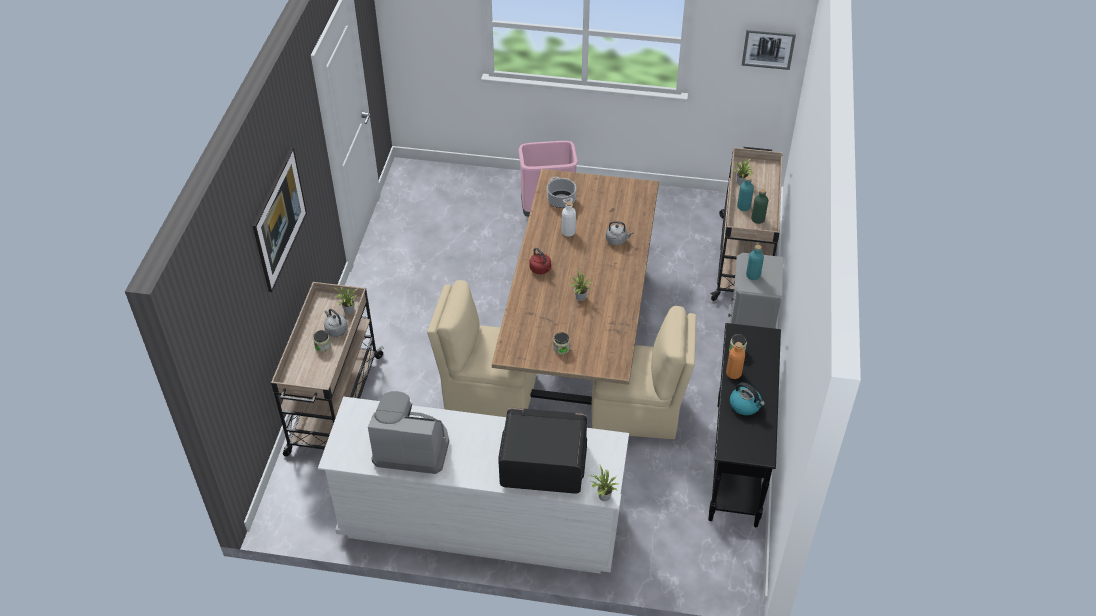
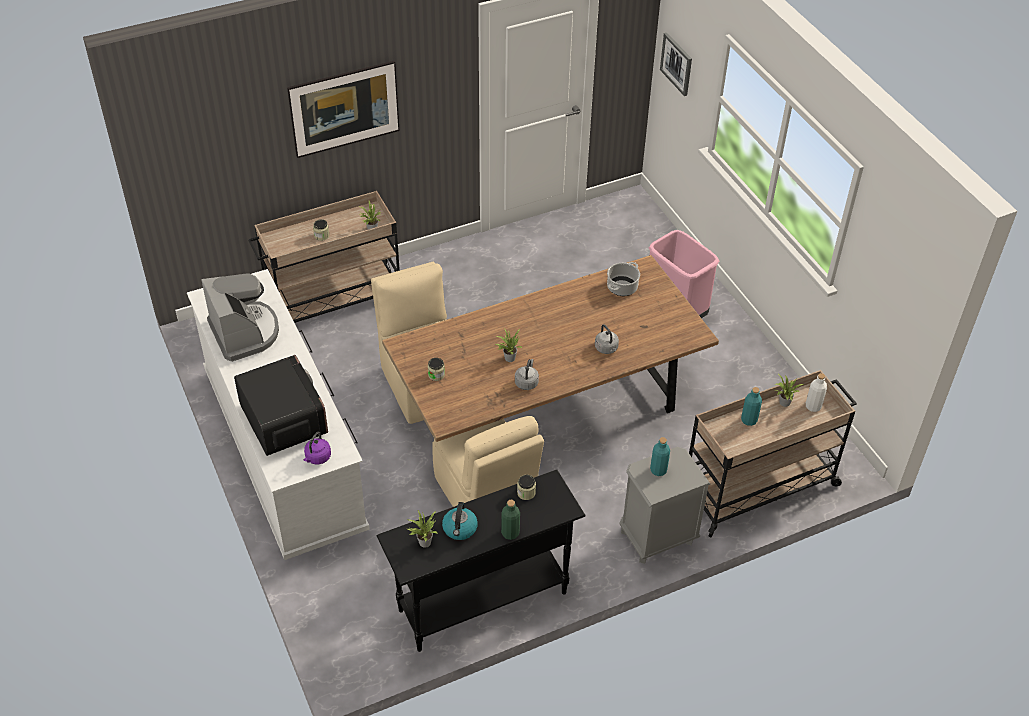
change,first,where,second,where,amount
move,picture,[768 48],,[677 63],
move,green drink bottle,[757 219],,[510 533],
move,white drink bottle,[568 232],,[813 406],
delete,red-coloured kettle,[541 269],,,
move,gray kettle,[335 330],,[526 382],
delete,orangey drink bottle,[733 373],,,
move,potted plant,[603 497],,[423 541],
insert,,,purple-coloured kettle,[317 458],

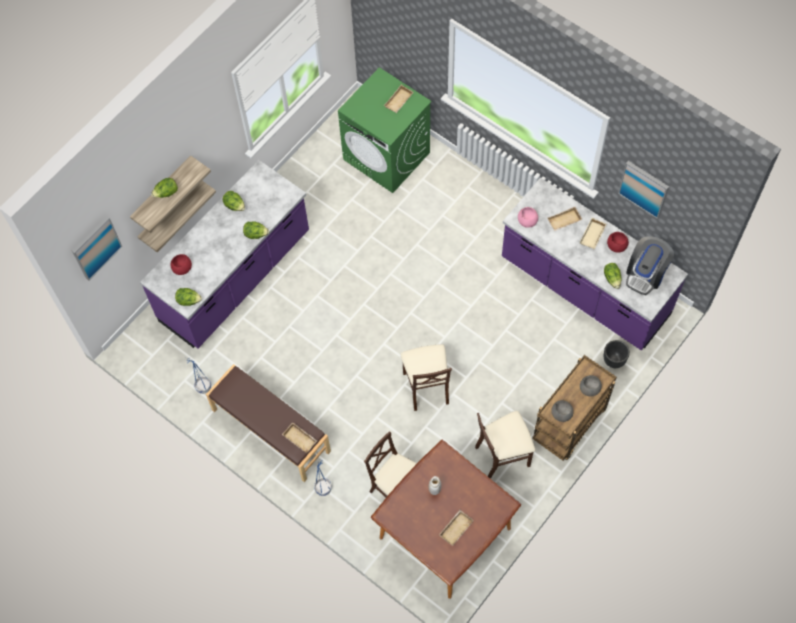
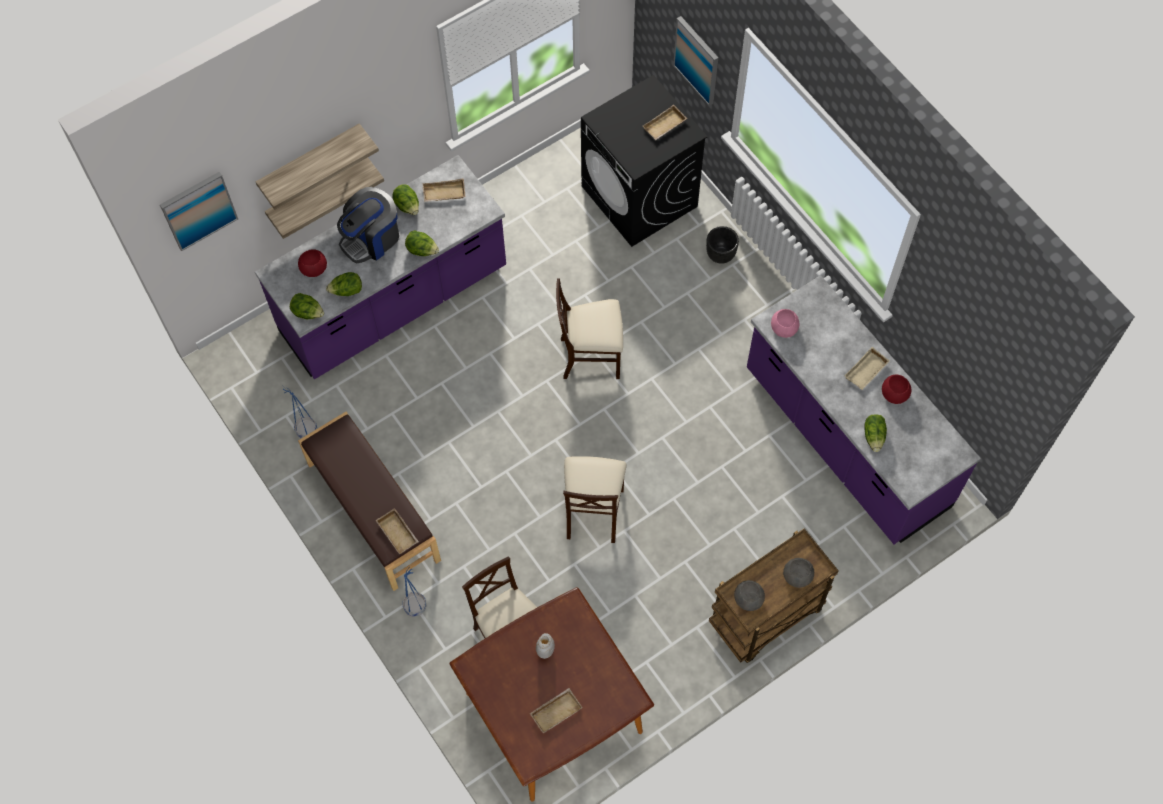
change,first,where,second,where,amount
recolor,green laundry machine,[387 156],black laundry machine,[640 197],
move,picture,[644 188],,[697 60],
move,head of lettuce,[166 193],,[347 291],
move,sand-coloured carrying tray,[564 221],,[443 194],
move,coffee maker,[646 273],,[371 238],
move,black plant pot,[614 360],,[721 254],
move,sand-coloured chair,[502 454],,[591 356],

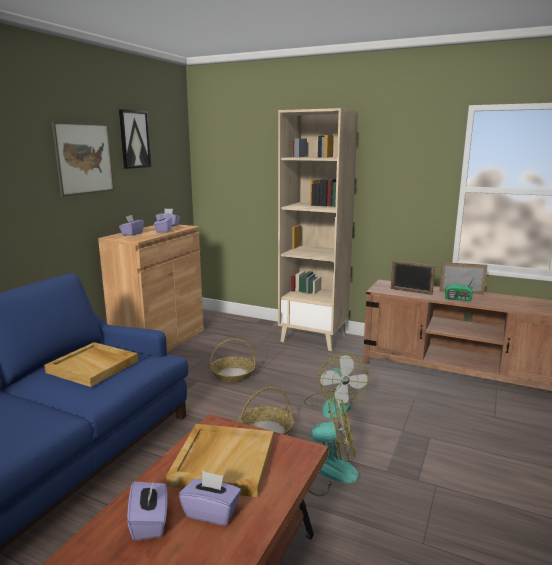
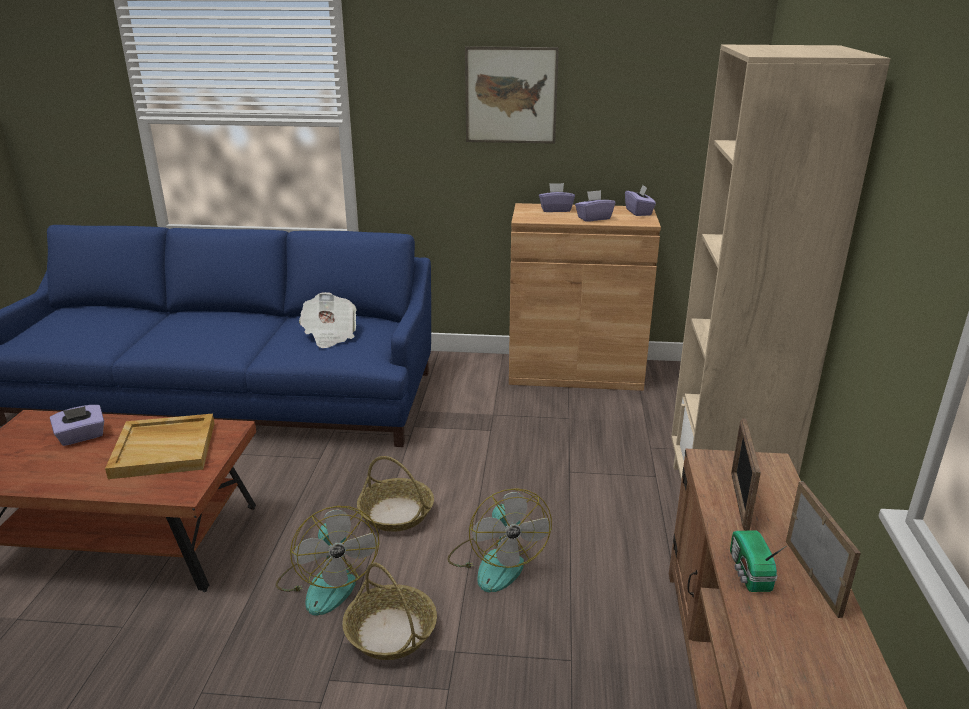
change,first,where,second,where,amount
delete,picture,[134 139],,,
move,household basket,[233 374],,[391 632],
replace,sand-coloured carrying tray,[94 366],printed paper,[329 335],
rotate,cooling fan,[333 404],,[496 561],75 degrees counterclockwise
delete,purple-coloured box of tissues,[211 512],,,

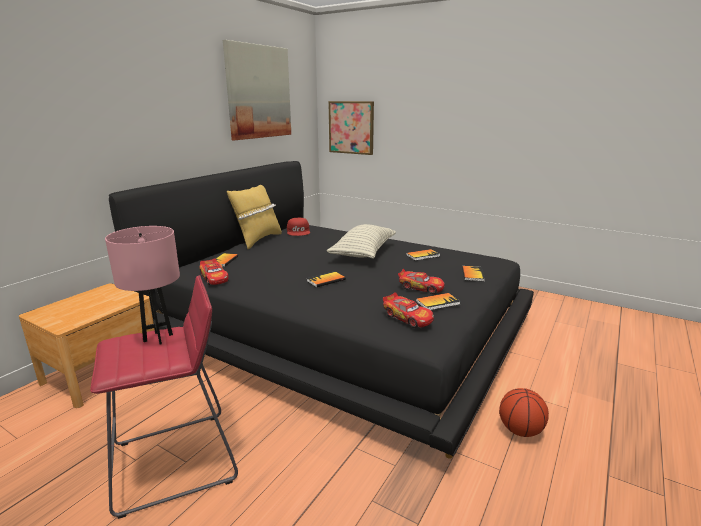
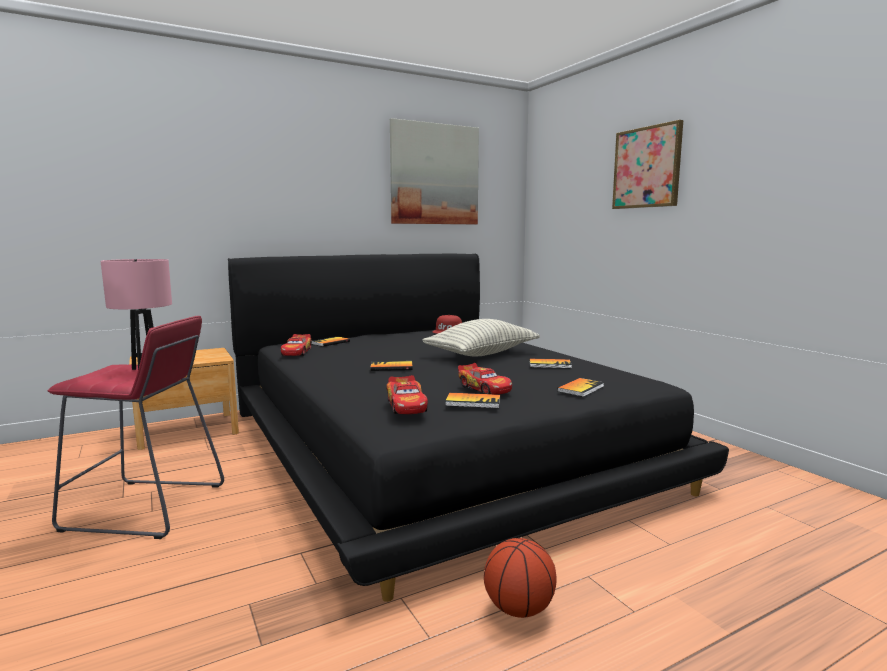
change,first,where,second,where,amount
move,picture,[351 127],,[647 167],
delete,yellow-coloured pillow,[257 240],,,

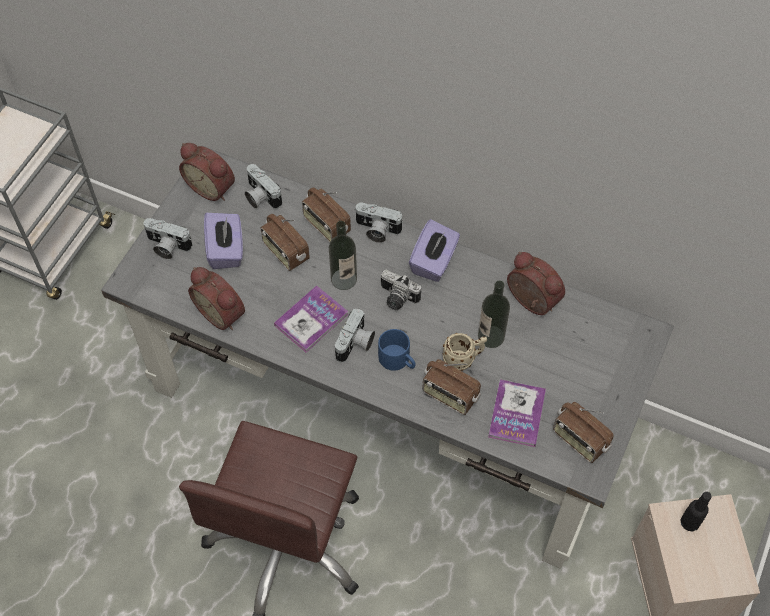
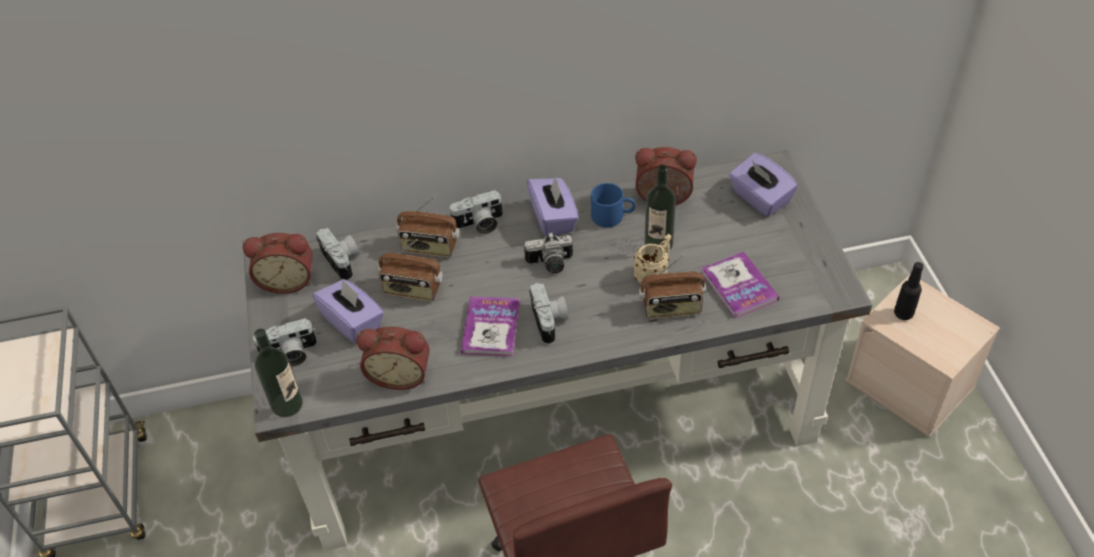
change,first,where,second,where,amount
rotate,photo camera,[260 196],,[343 261],135 degrees counterclockwise
move,drink bottle,[344 279],,[287 404],
move,blue-coloured mug,[398 360],,[613 215],
delete,radio,[579 440],,,
insert,,,purple-coloured box of tissues,[760 198],

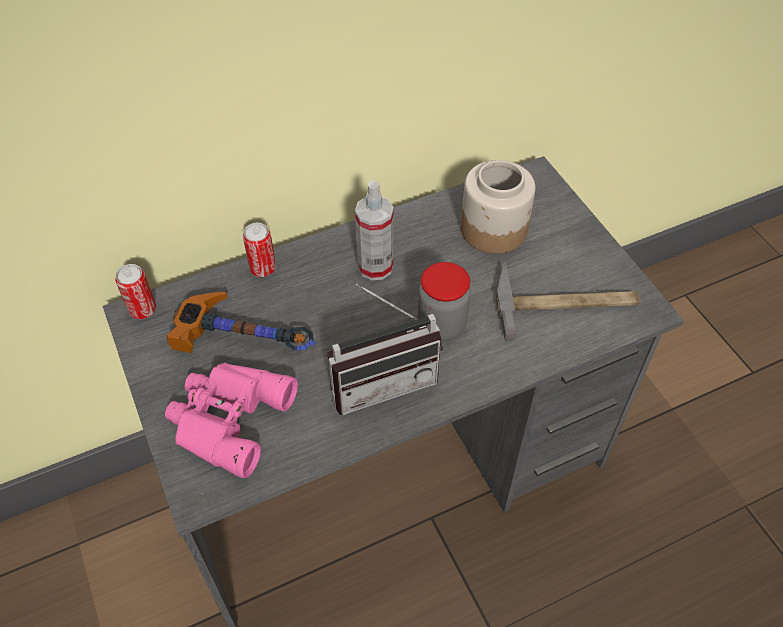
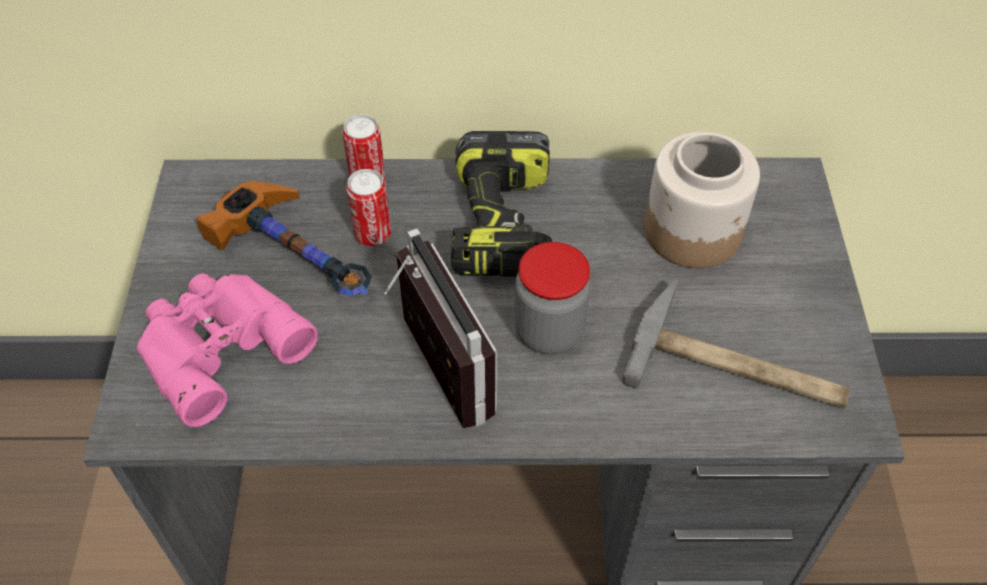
change,first,where,second,where,amount
replace,spray bottle,[375 267],electric drill,[507 226],
move,sealed can,[142 310],,[373 234],
rotate,radio,[382 380],,[430 373],120 degrees counterclockwise

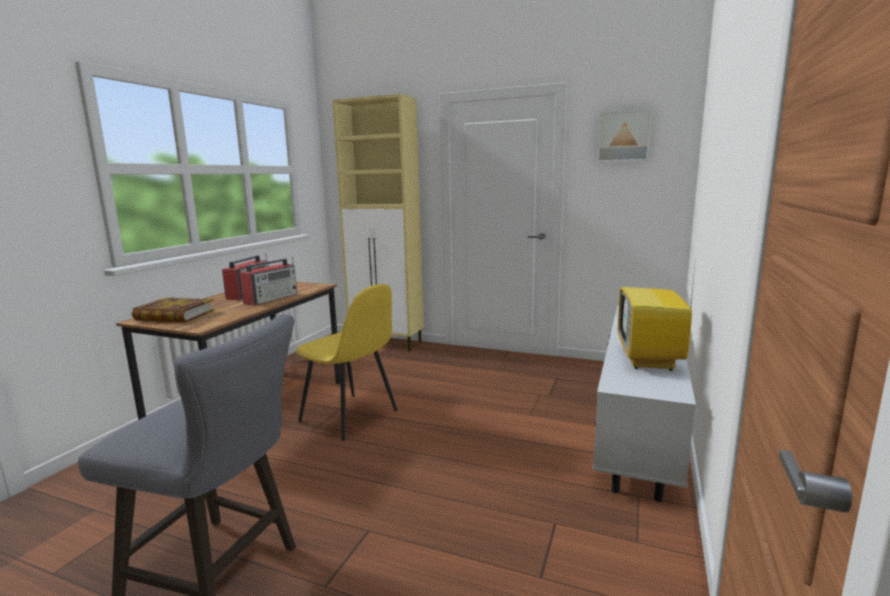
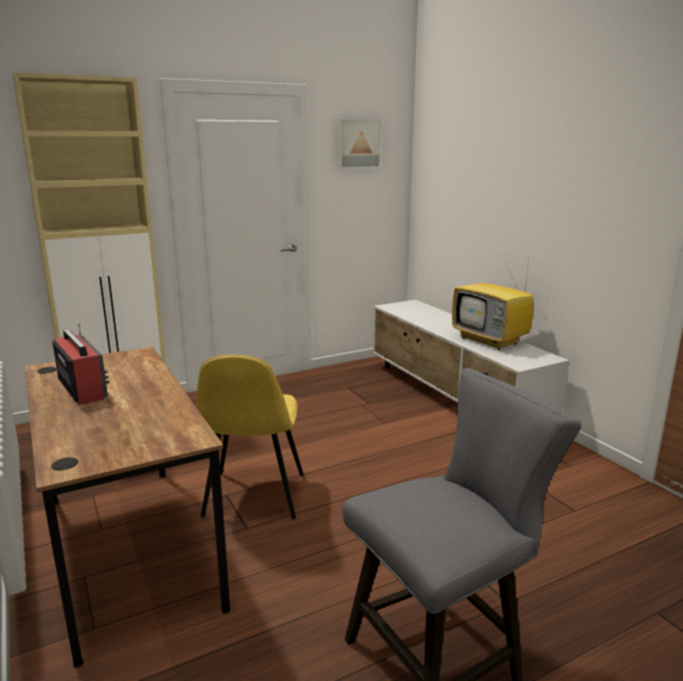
change,first,where,second,where,amount
delete,radio,[272 298],,,
rotate,yellow-coloured chair,[350 417],,[254 497],105 degrees clockwise
delete,book,[175 316],,,

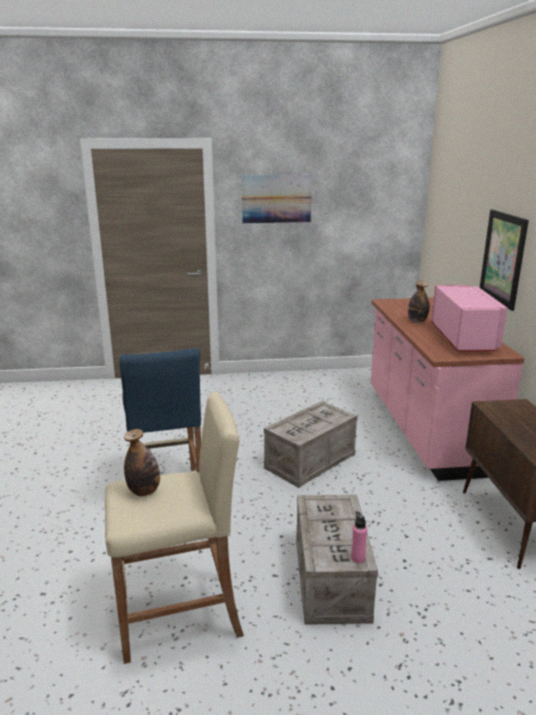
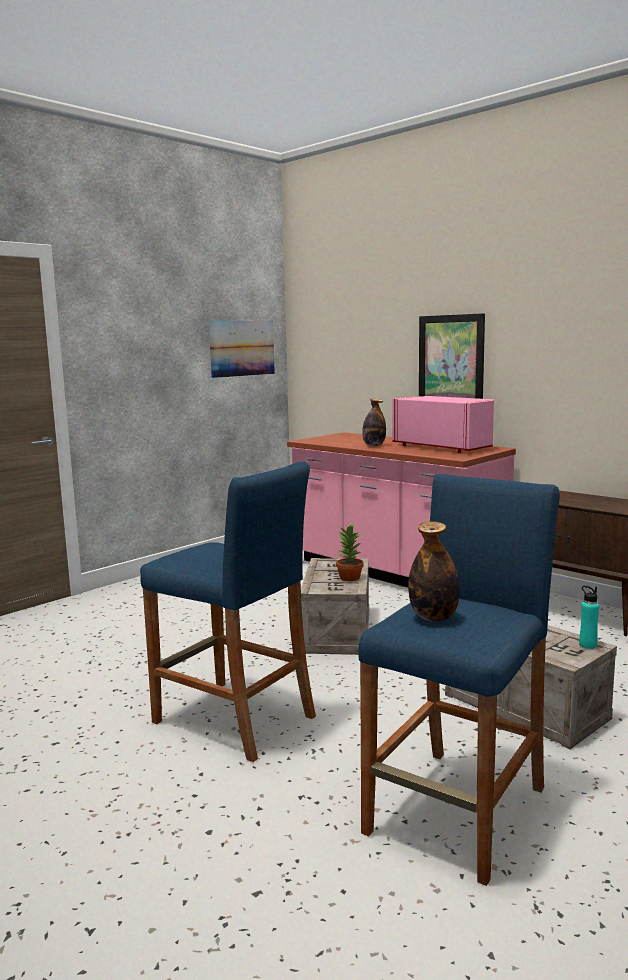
change,first,where,second,where,amount
move,picture,[276 199],,[242 348],
recolor,sand-coloured stool,[179 616],blue-coloured stool,[457 811],
recolor,pink drink bottle,[357 558],turquoise drink bottle,[587 645],
insert,,,potted plant,[349 578],

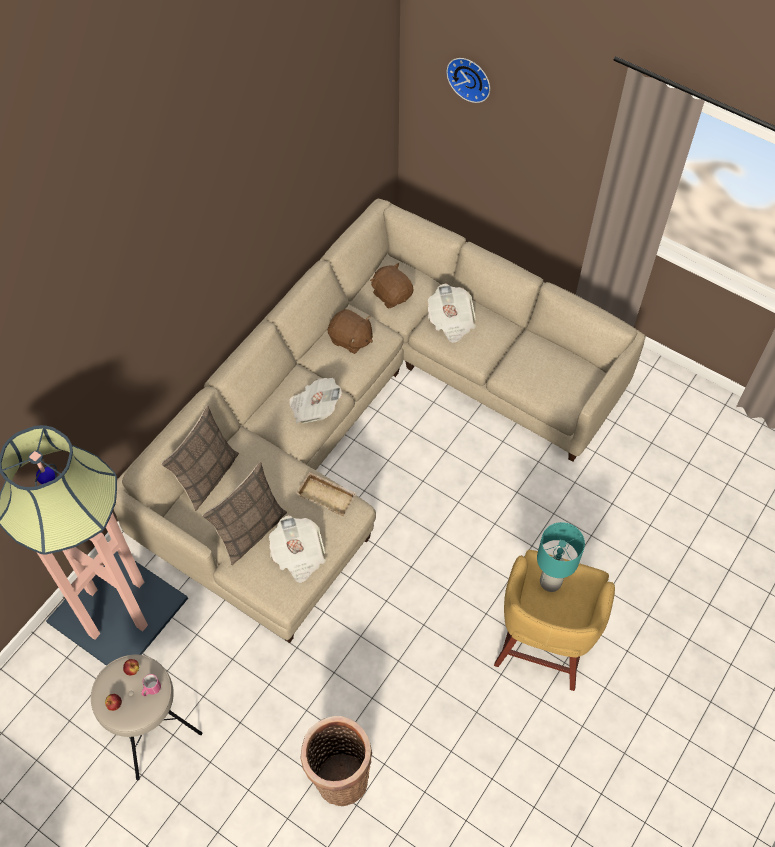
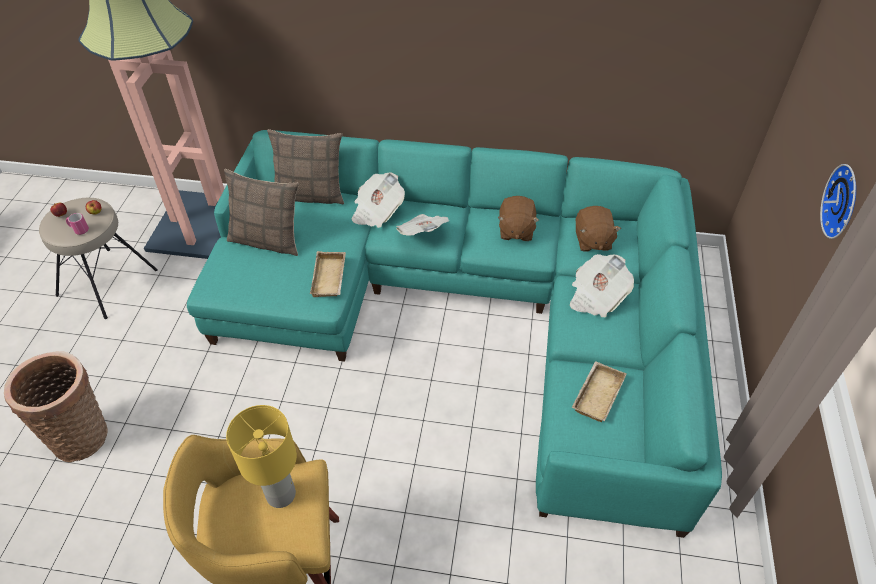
change,first,where,second,where,amount
move,wall clock,[470 78],,[844 202],
recolor,sand-coloured settee,[365 422],turquoise settee,[470 310],
rotate,brownish plush toy,[392 295],,[592 241],150 degrees clockwise
move,printed paper,[298 555],,[377 211],
recolor,turquoise lamp for a table,[550 582],yellow-coloured lamp for a table,[280 494],
insert,,,sand-coloured carrying tray,[596 393],

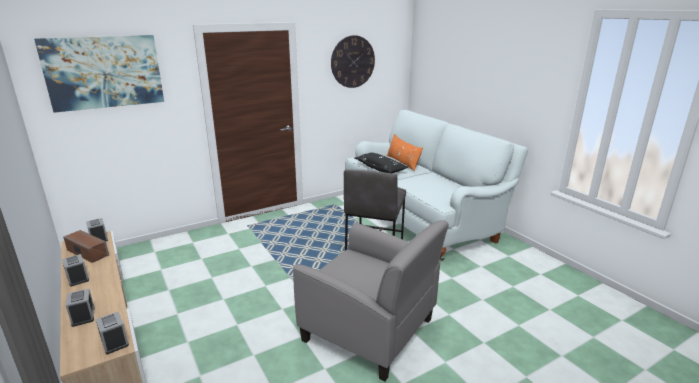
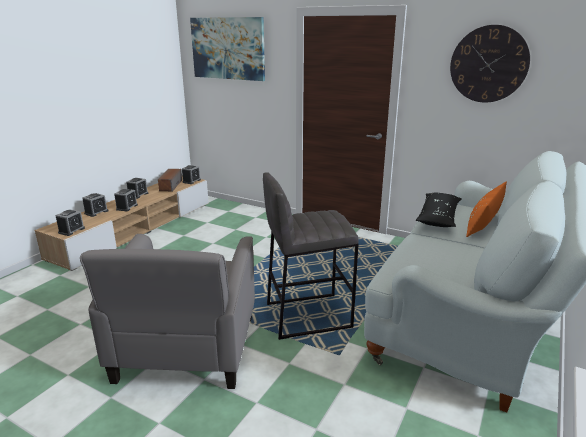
change,first,where,second,where,amount
insert,,,alarm clock,[127 207],

